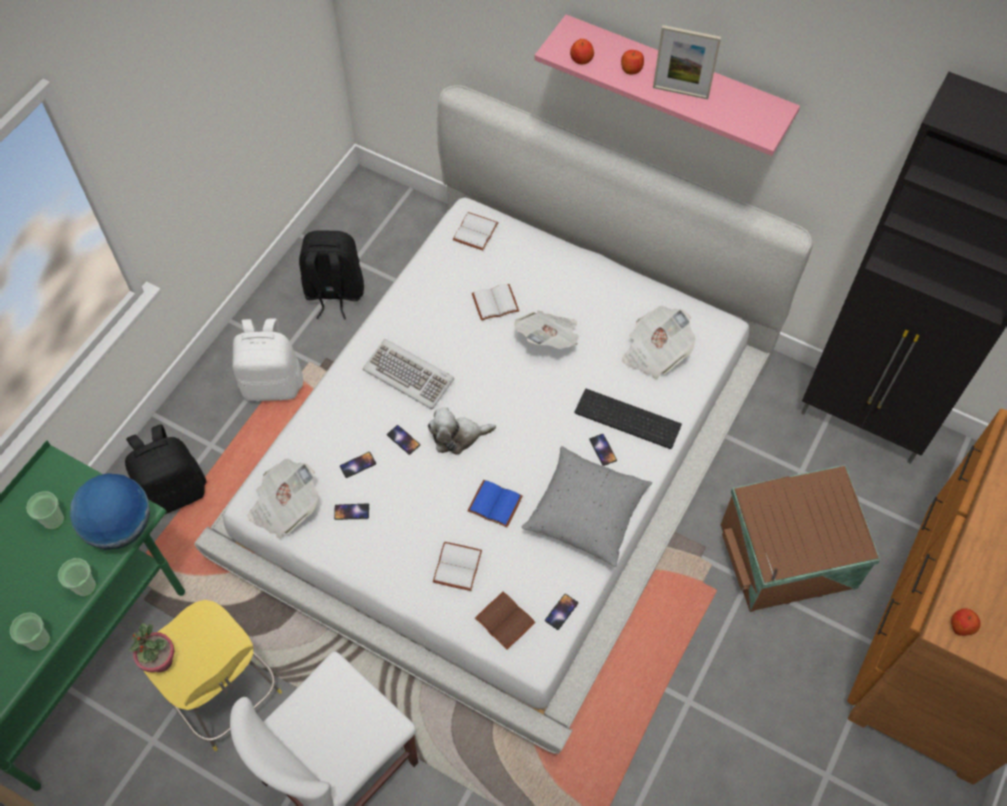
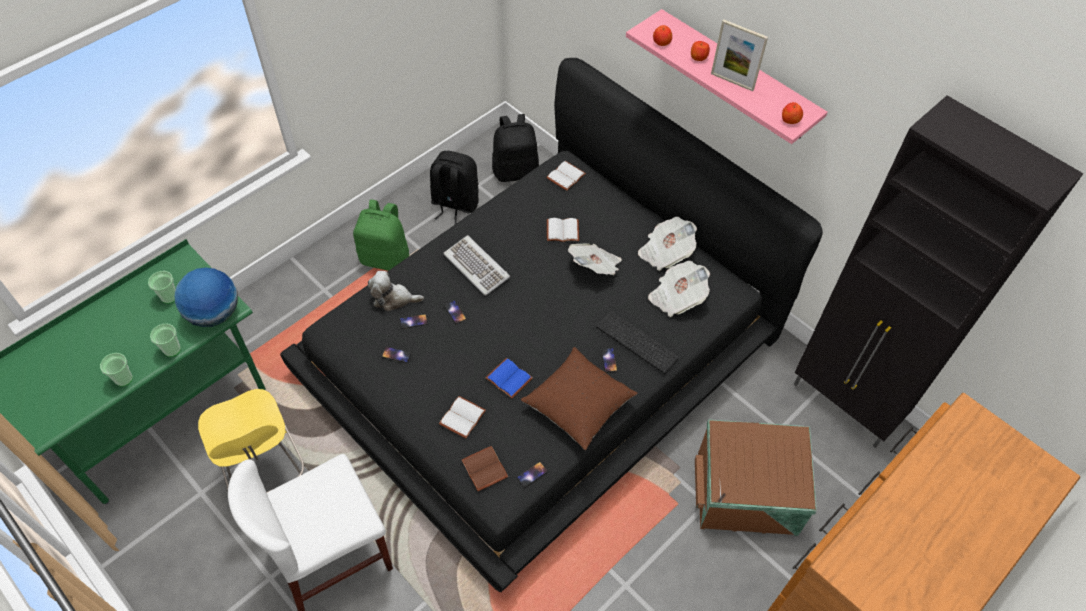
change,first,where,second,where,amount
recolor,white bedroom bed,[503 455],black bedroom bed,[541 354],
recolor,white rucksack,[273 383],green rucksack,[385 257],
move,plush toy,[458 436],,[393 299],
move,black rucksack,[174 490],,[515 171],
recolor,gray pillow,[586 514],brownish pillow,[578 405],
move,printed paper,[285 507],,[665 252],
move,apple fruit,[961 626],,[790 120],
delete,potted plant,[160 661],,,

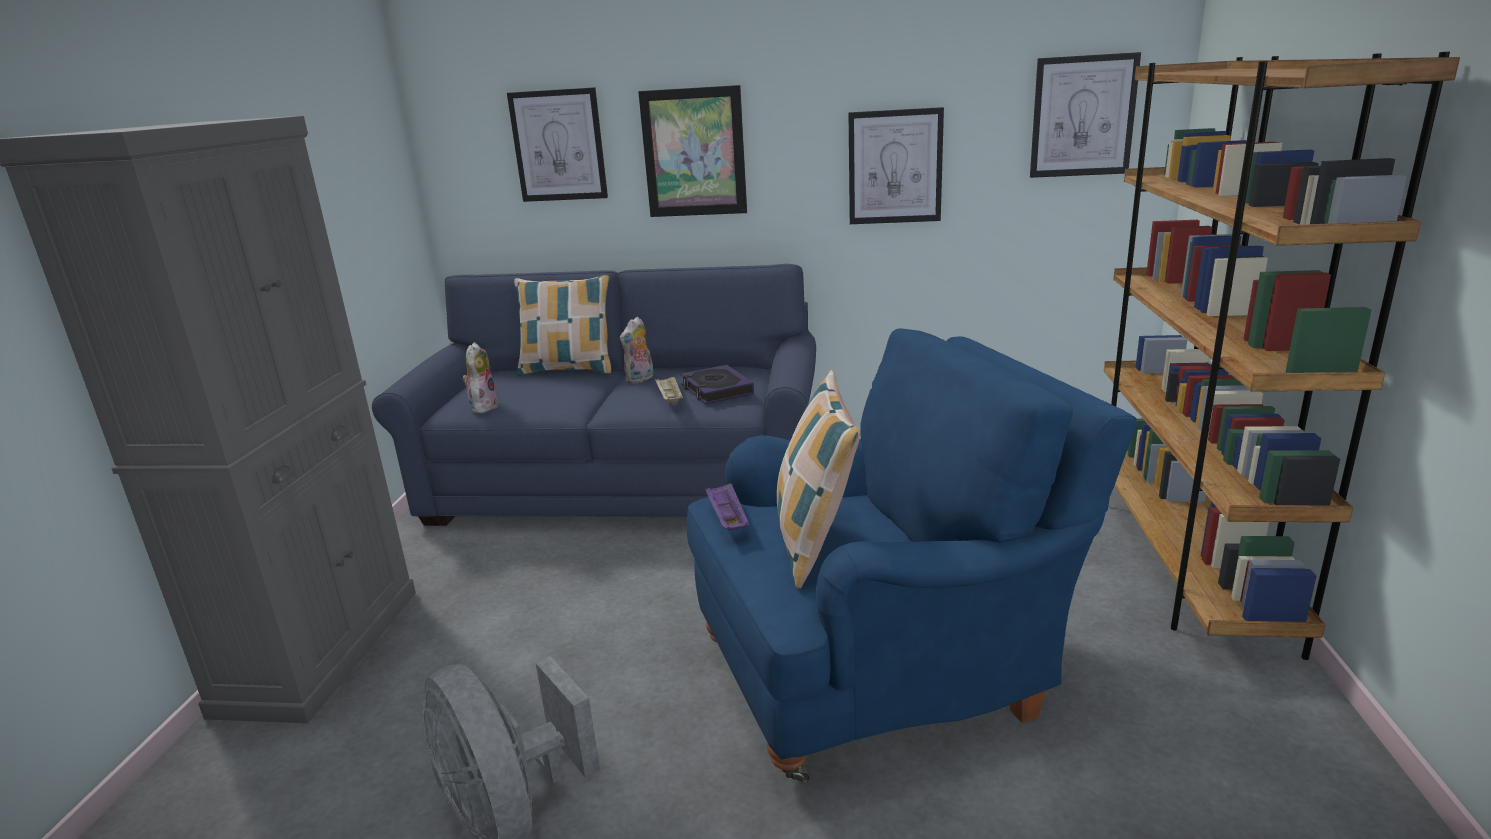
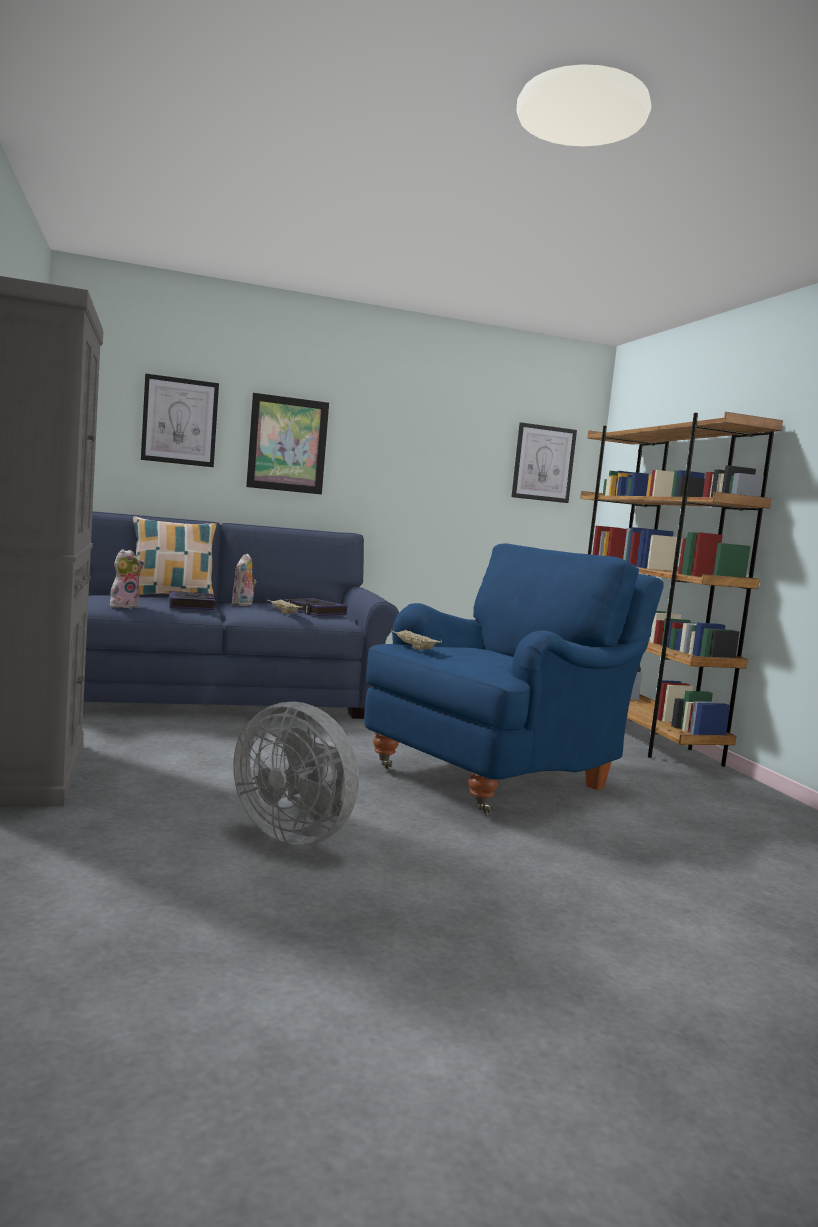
change,first,where,second,where,amount
delete,picture,[895 167],,,
rotate,plush toy,[483 407],,[124 606],60 degrees clockwise
delete,pillow,[816 543],,,
recolor,purple-coloured carrying tray,[727 520],sand-coloured carrying tray,[413 648],
insert,,,book,[191 606],

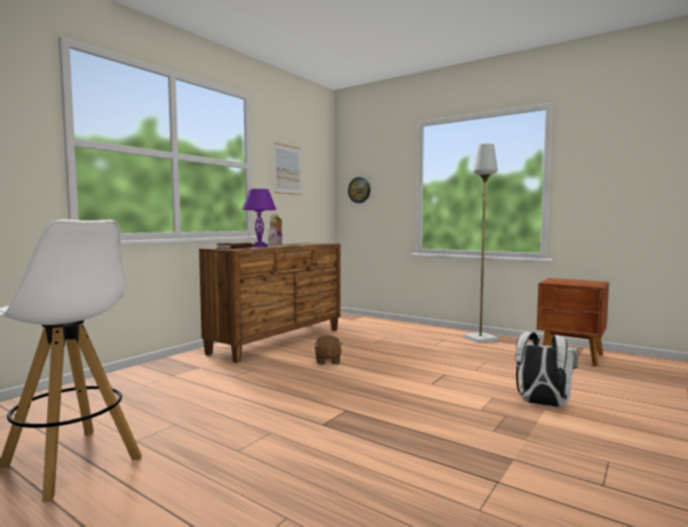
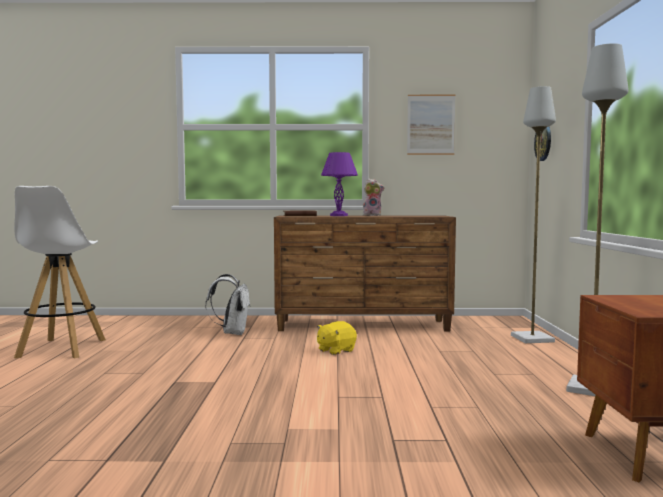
change,first,where,second,where,amount
move,white rucksack,[542 404],,[232 333],
recolor,brownish plush toy,[327 361],yellow-coloured plush toy,[335 350],
insert,,,gray standard lamp,[533 339],

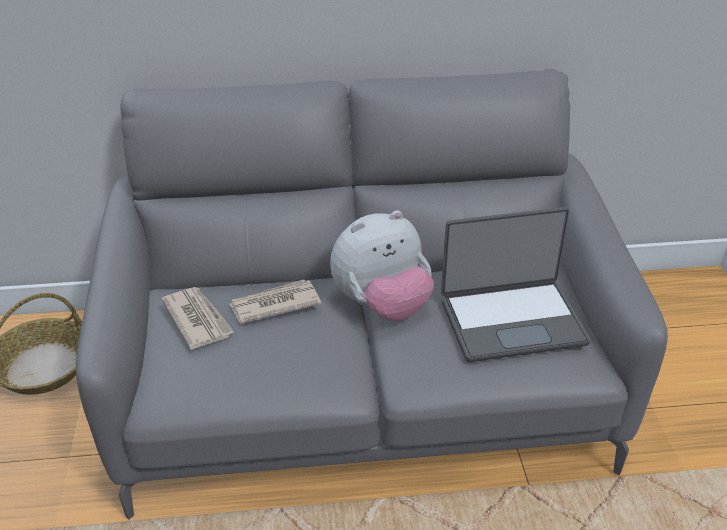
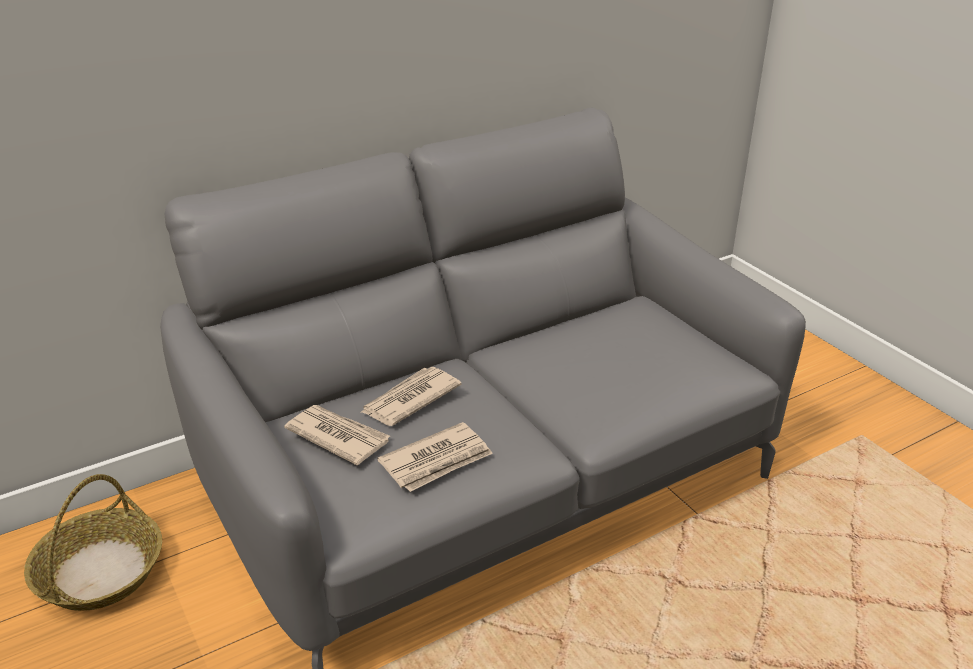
change,first,where,second,where,amount
delete,portable computer,[512 320],,,
delete,plush toy,[382 305],,,
insert,,,printed paper,[437 461],

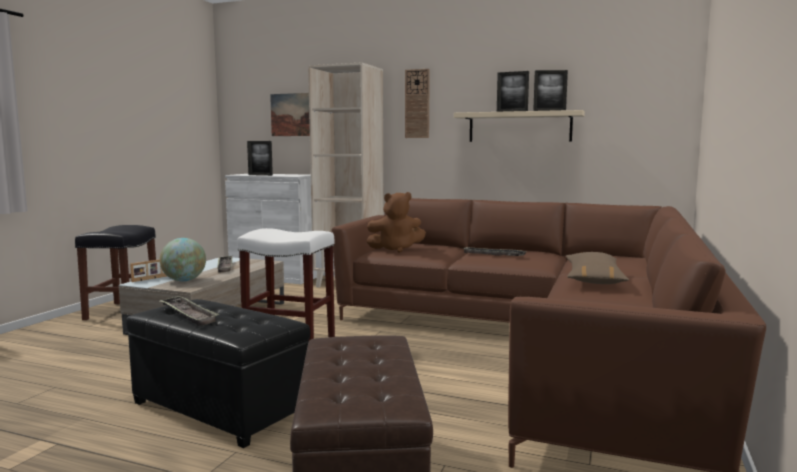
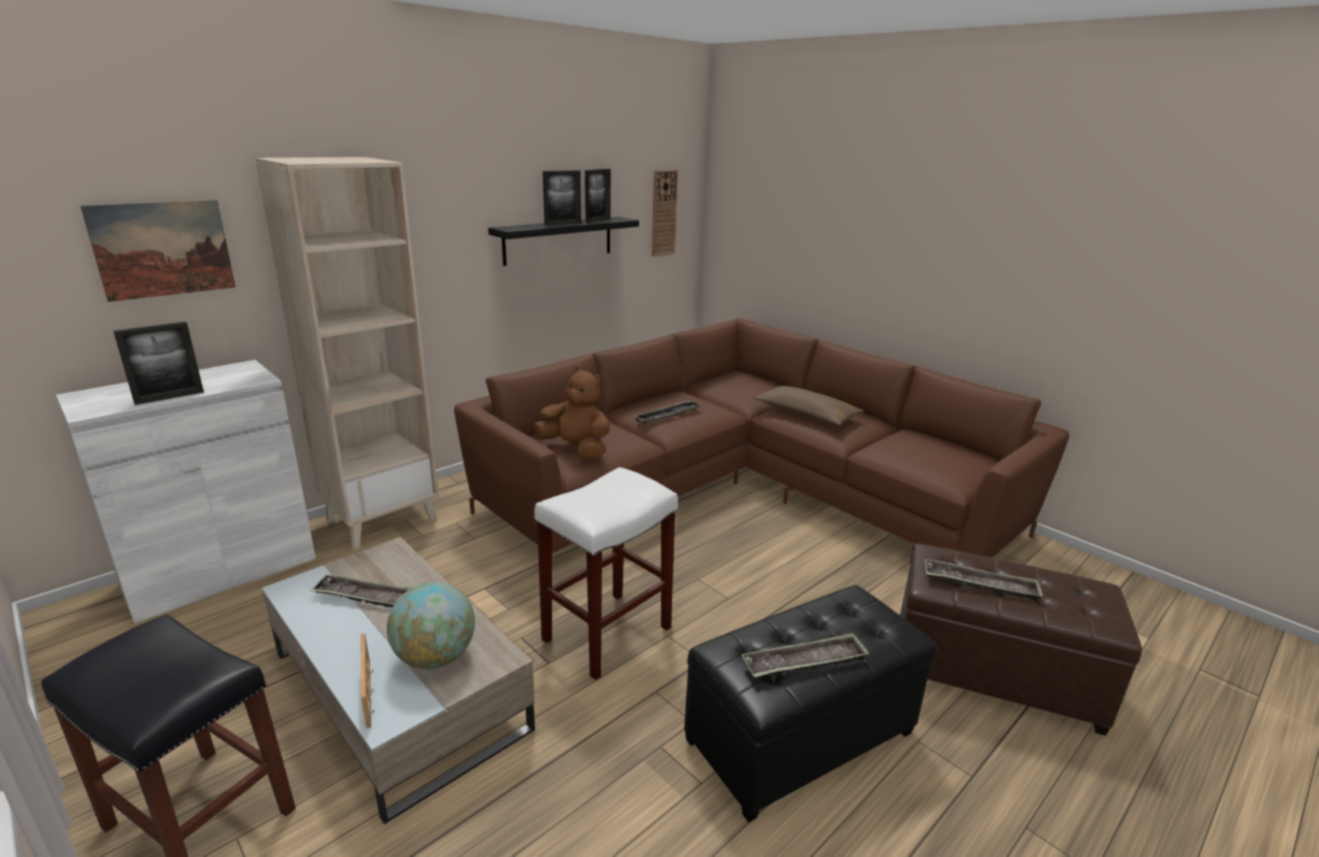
change,first,where,second,where,amount
move,wall clock,[417 104],,[663 213],
recolor,sand-coloured shelf,[519 127],black shelf,[558 240],
rotate,brownish plush toy,[396 249],,[576 449],75 degrees counterclockwise
insert,,,carrying tray,[980 584],

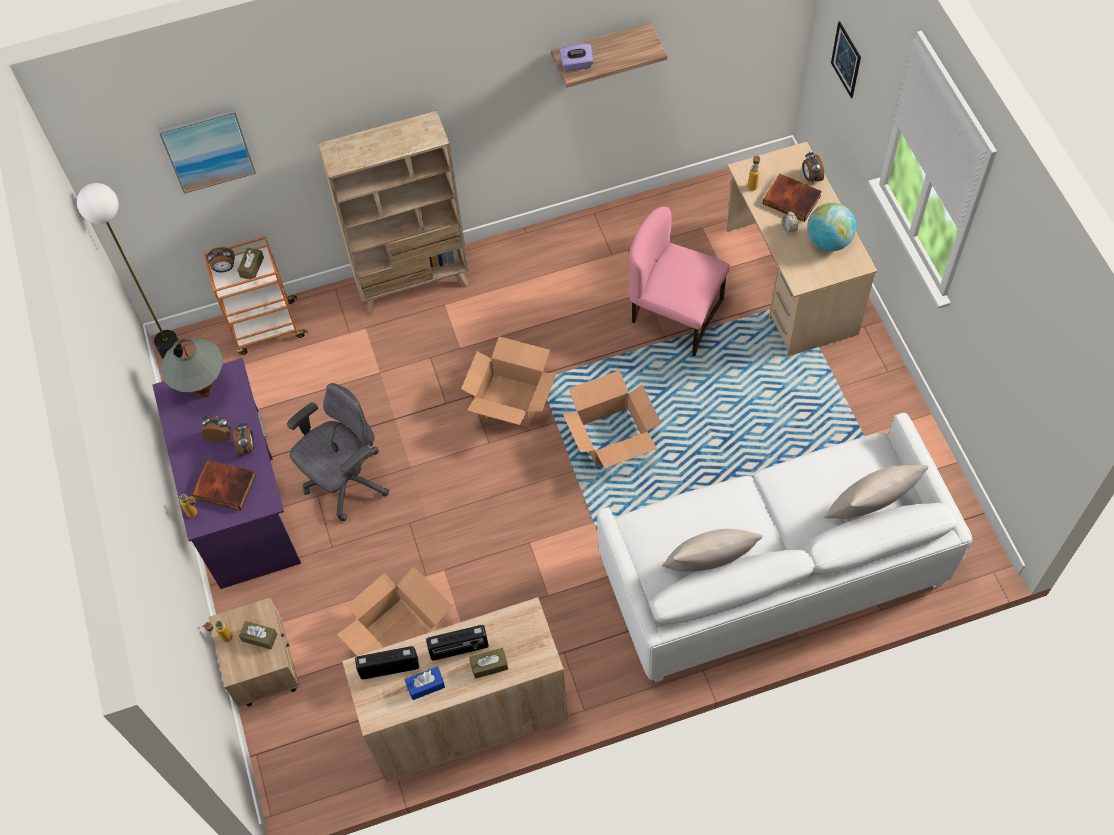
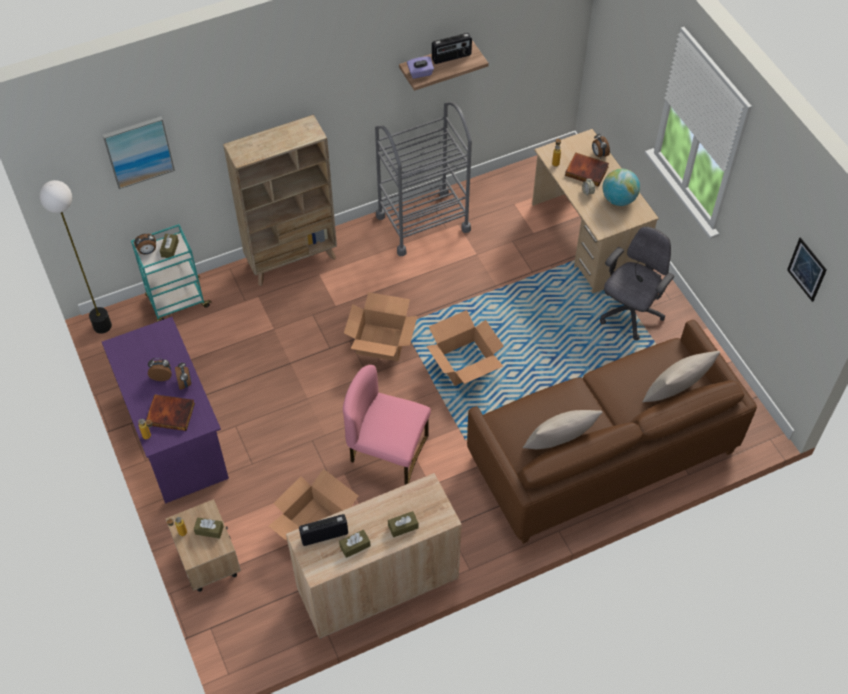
change,first,where,second,where,amount
move,picture,[846 59],,[807 269],
move,pink chair,[675 315],,[387 452],
recolor,orangey trolley,[265 328],turquoise trolley,[177 302],
delete,gray lamp for a table,[204 390],,,
move,gray office chair,[346 482],,[629 313],
recolor,white settee,[771 571],brownish settee,[601 453],
move,radio,[459 649],,[451 57],
recolor,blue-coloured box of tissues,[425 685],brownish box of tissues,[355 546],
insert,,,gray trolley,[423 222],

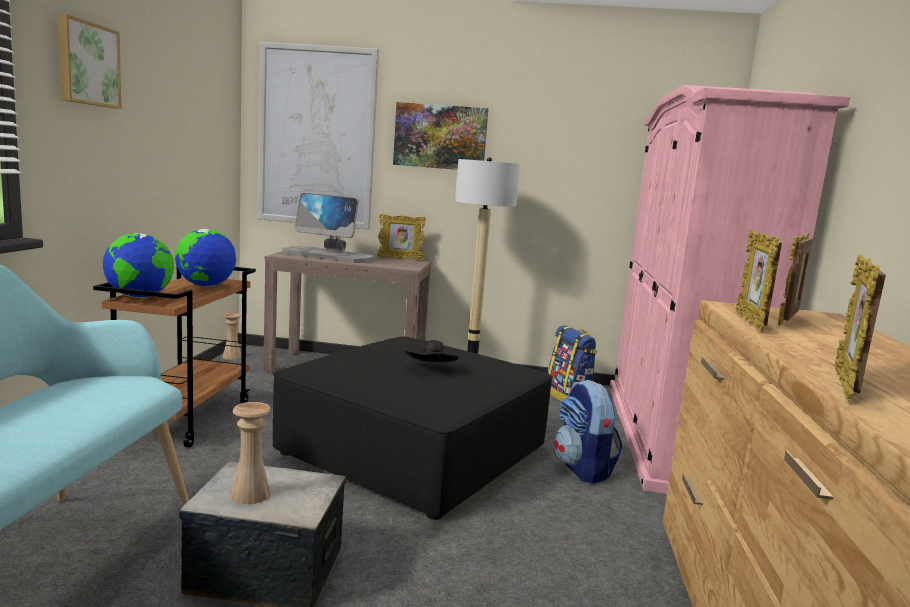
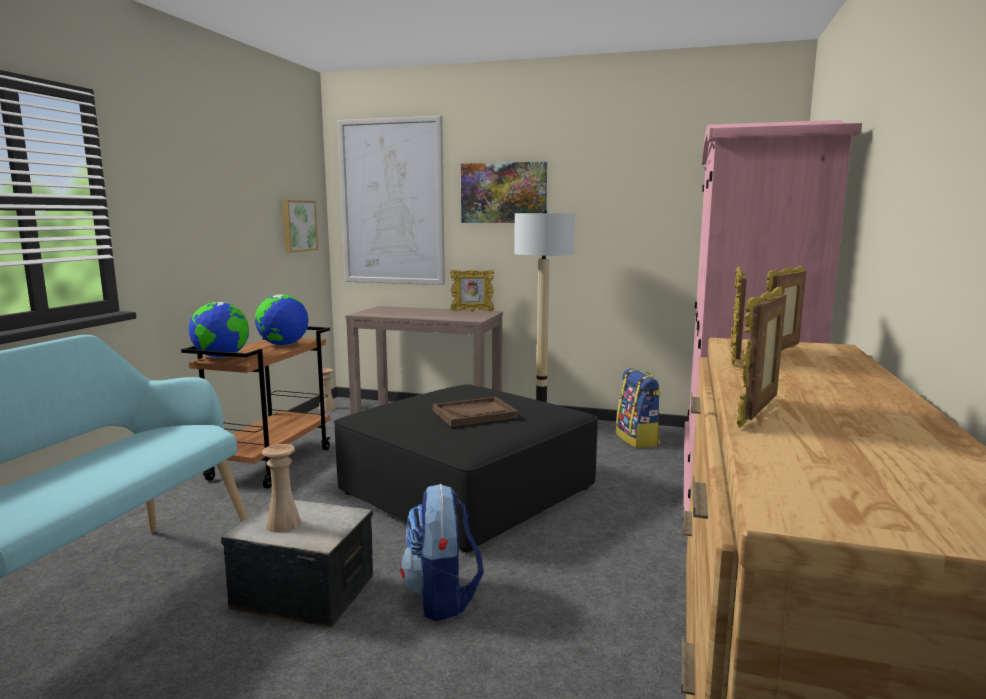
change,first,where,second,where,amount
move,picture,[87 64],,[298 225],
delete,computer screen,[329 256],,,
replace,black hat,[431 370],brownish carrying tray,[474 414],
move,rucksack,[583 469],,[442 597],

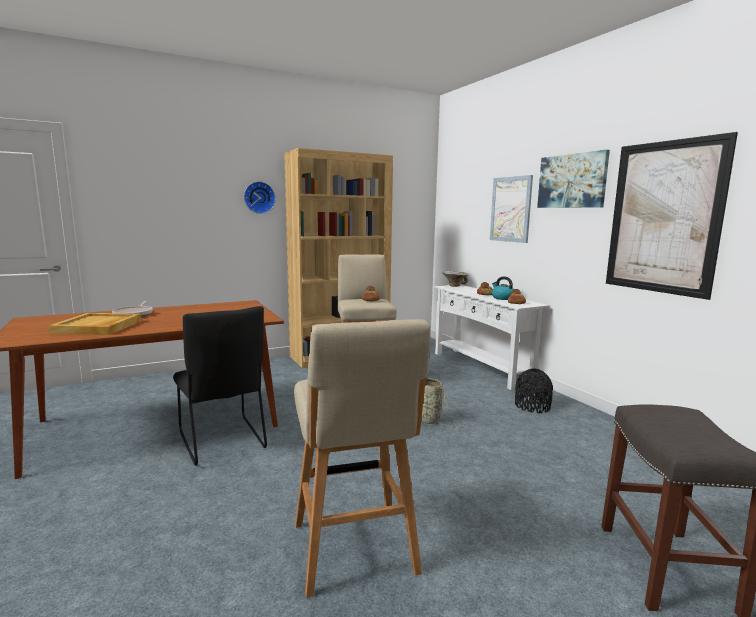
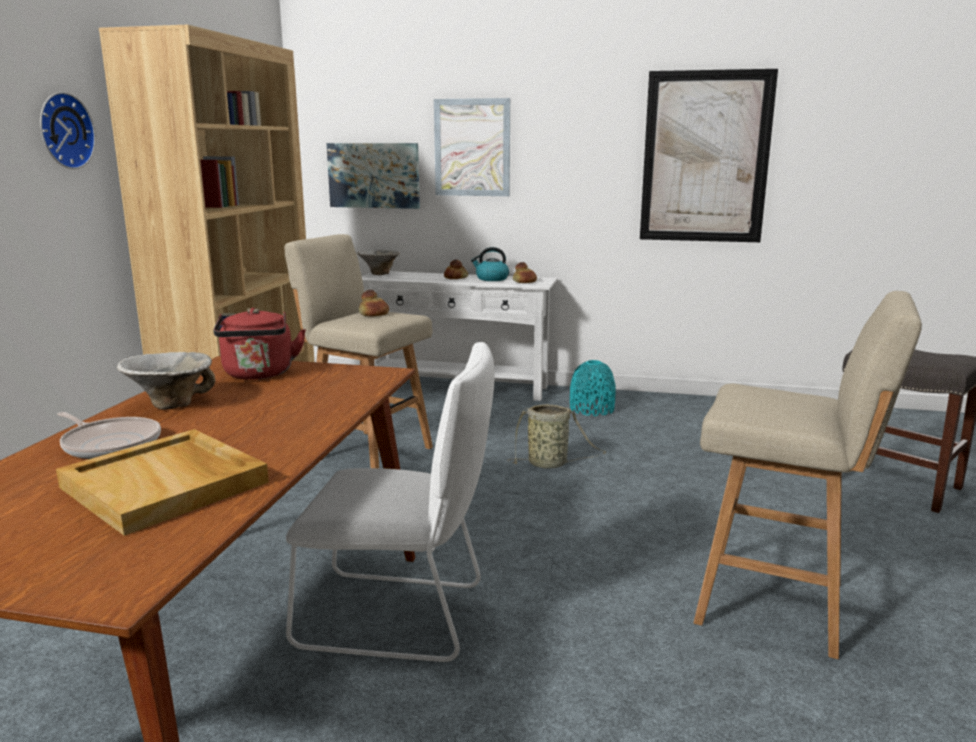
change,first,where,second,where,amount
move,picture,[572 181],,[374 175],
recolor,black chair,[223 442],white chair,[400 617],
recolor,black decorative vase,[532 406],turquoise decorative vase,[592 409],
insert,,,red-coloured kettle,[259 374],
insert,,,deep dish,[171 404],

